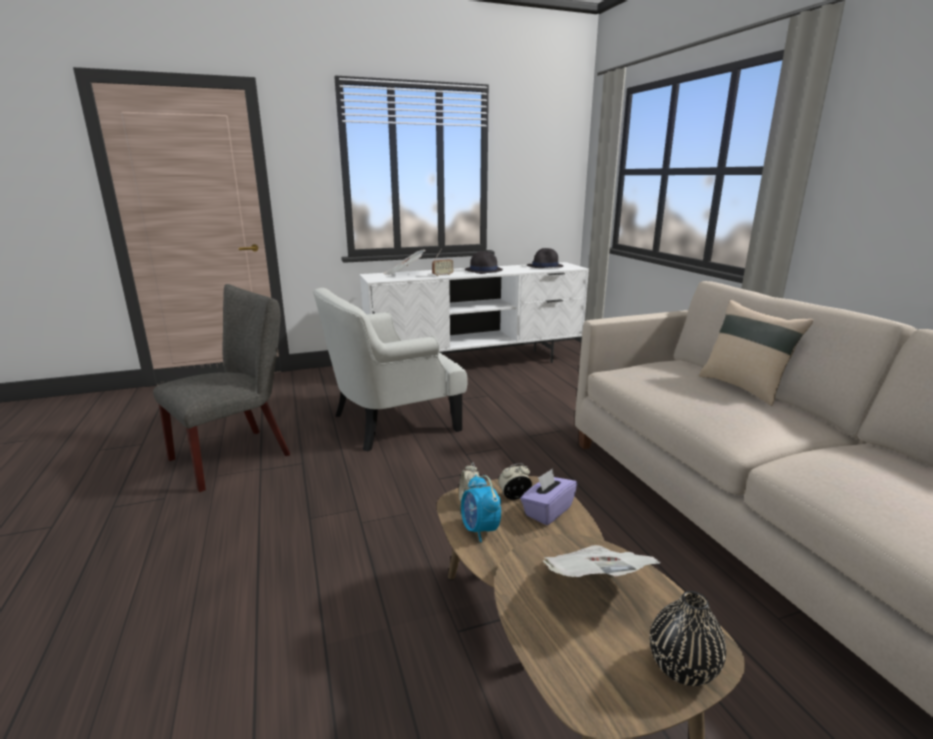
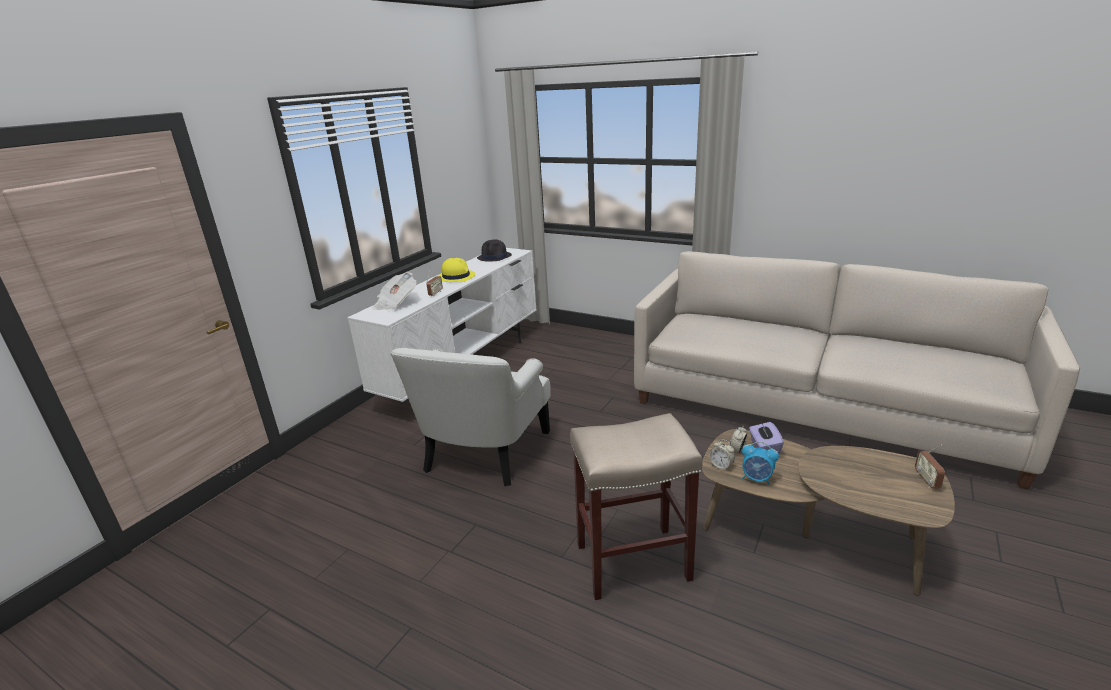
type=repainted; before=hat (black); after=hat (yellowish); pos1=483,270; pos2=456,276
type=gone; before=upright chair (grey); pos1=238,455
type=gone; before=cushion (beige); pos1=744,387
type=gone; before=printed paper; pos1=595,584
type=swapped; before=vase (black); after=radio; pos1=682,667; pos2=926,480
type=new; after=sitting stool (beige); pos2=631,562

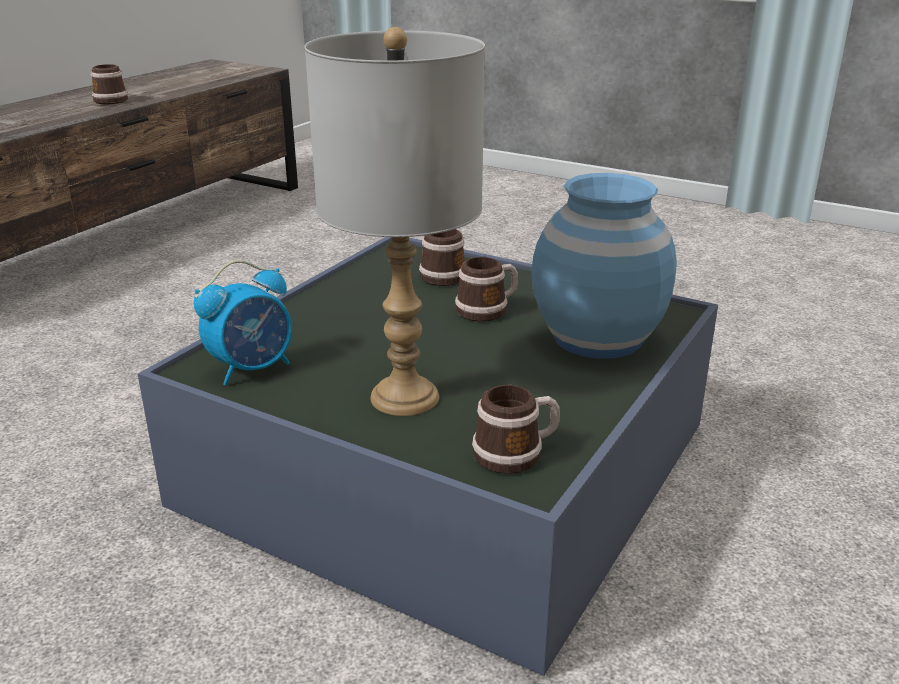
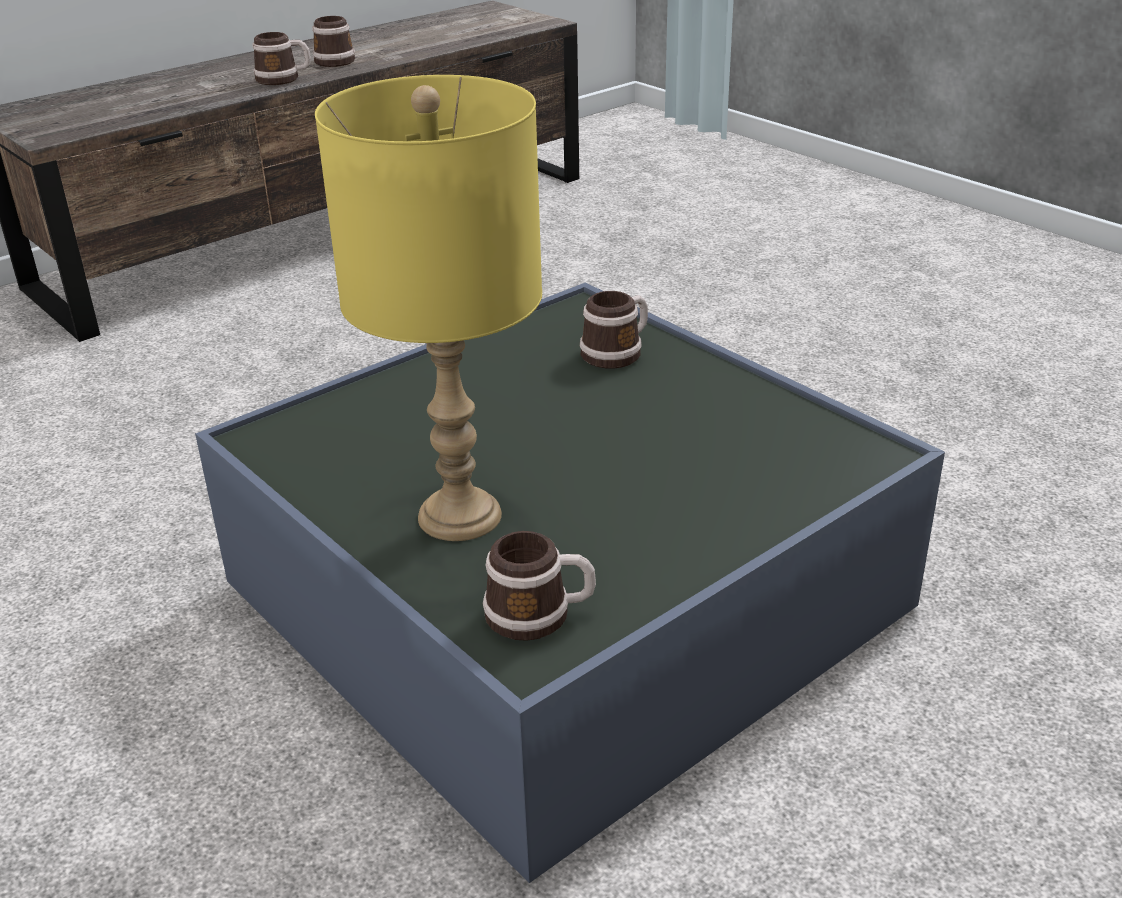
type=repainted; before=lamp for a table (grey); after=lamp for a table (yellowish); pos1=405,398; pos2=460,516
type=gone; before=vase (blue-coloured); pos1=598,338
type=shifted; before=tea mug; pos1=488,309; pos2=284,79
type=gone; before=alarm clock; pos1=253,368

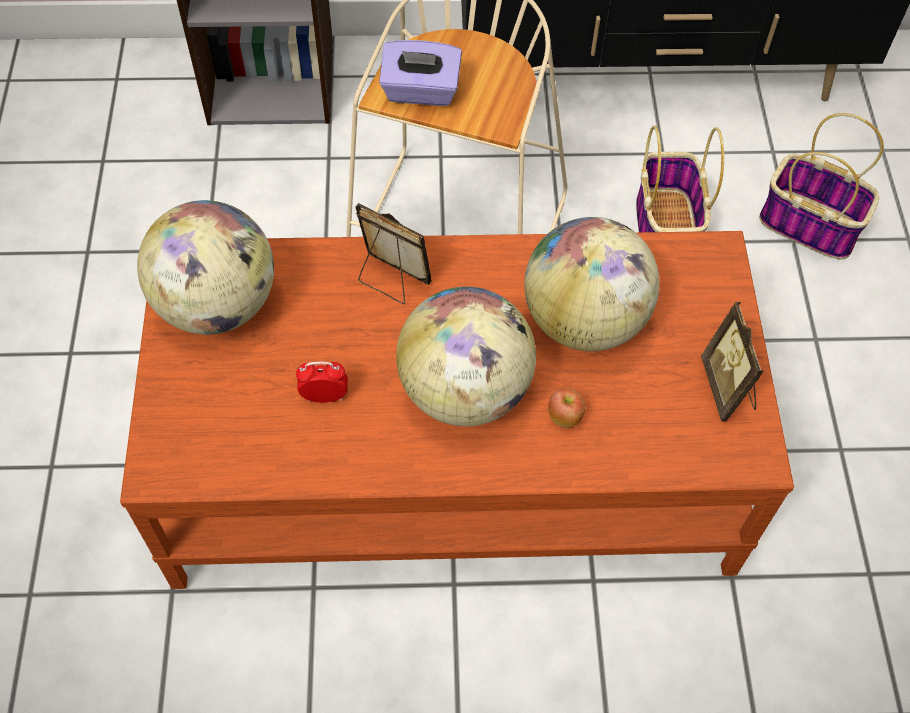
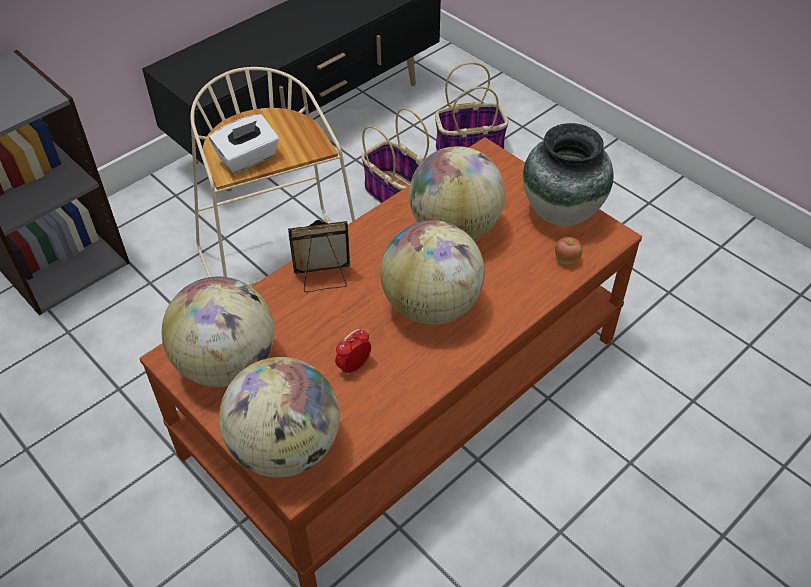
type=repainted; before=tissue box (purplish); after=tissue box (whitish); pos1=420,92; pos2=248,158
type=swapped; before=photo frame; after=vase; pos1=728,388; pos2=562,212
type=shifted; before=whole apple; pos1=564,416; pos2=566,259
type=new; after=world globe; pos2=286,448

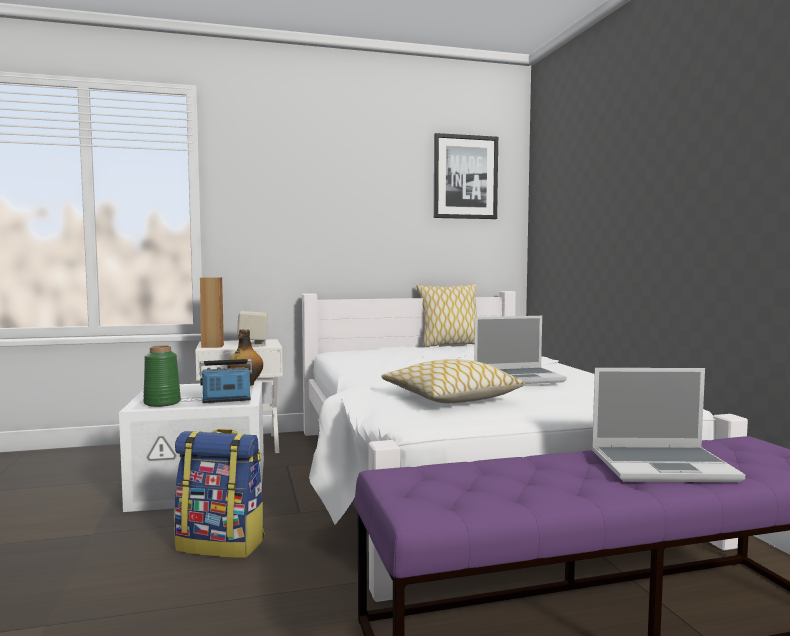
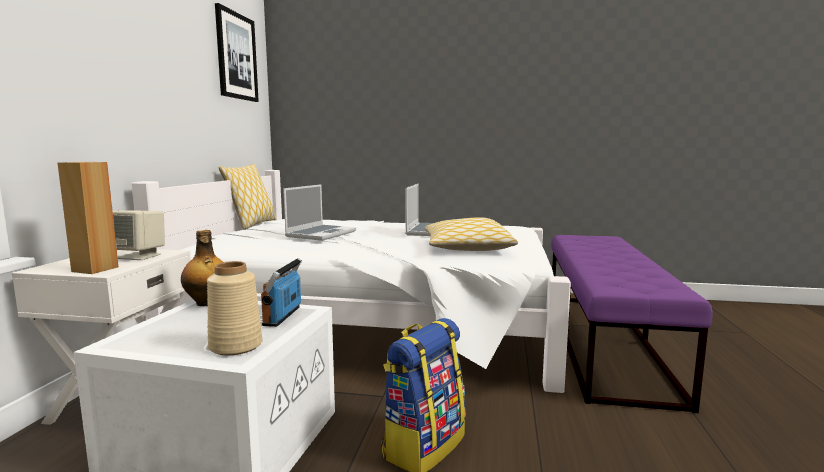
type=repainted; before=vase (green); after=vase (beige); pos1=162,403; pos2=235,346
type=shifted; before=portable computer; pos1=663,466; pos2=321,234

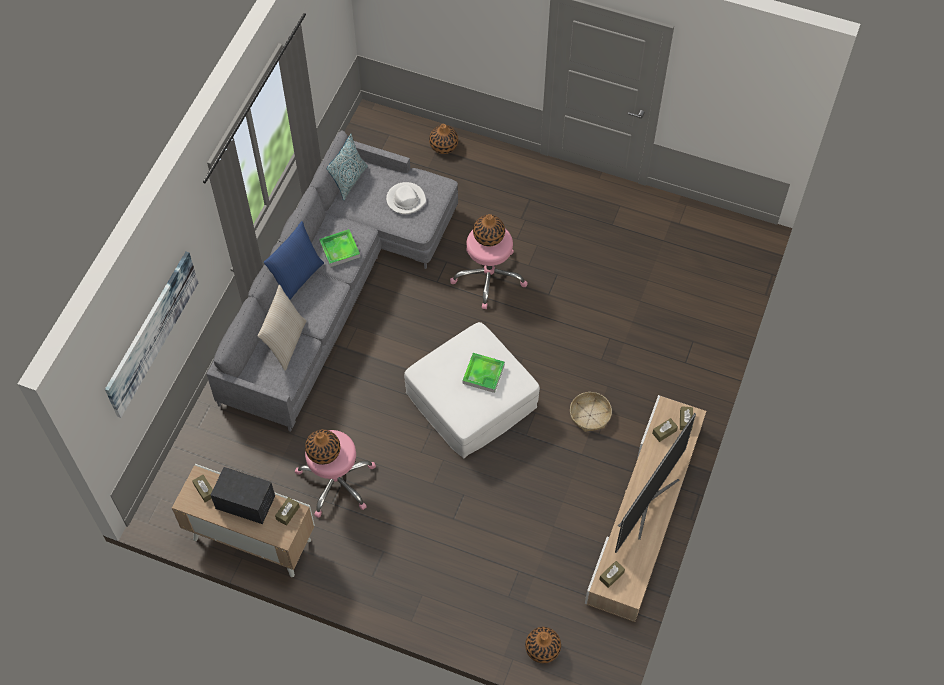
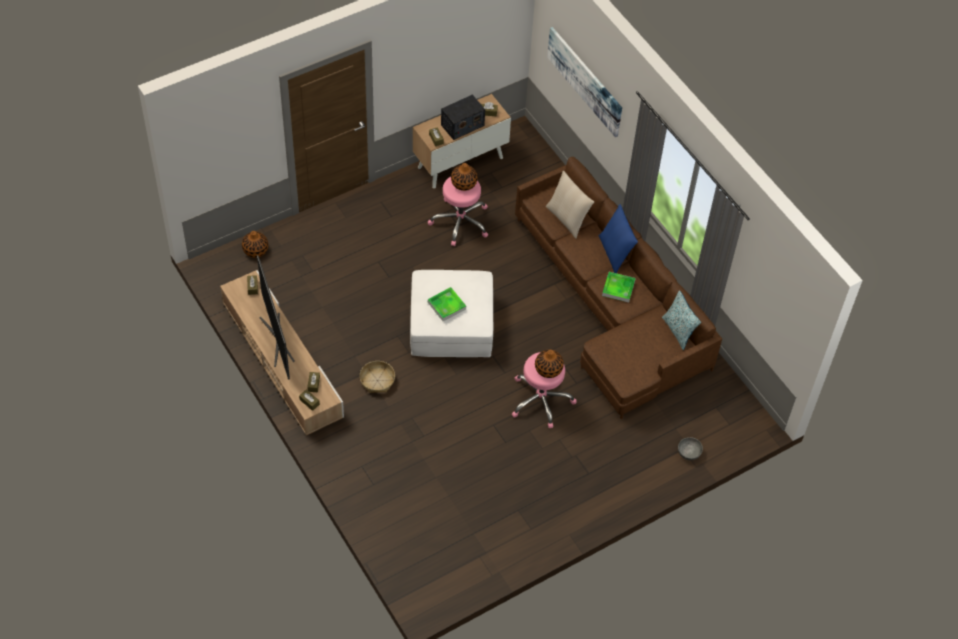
type=swapped; before=vase; after=bowl (grey); pos1=444,145; pos2=689,452
type=repainted; before=couch (grey); after=couch (brown); pos1=334,287; pos2=611,306
type=gone; before=hat (whitish); pos1=406,199

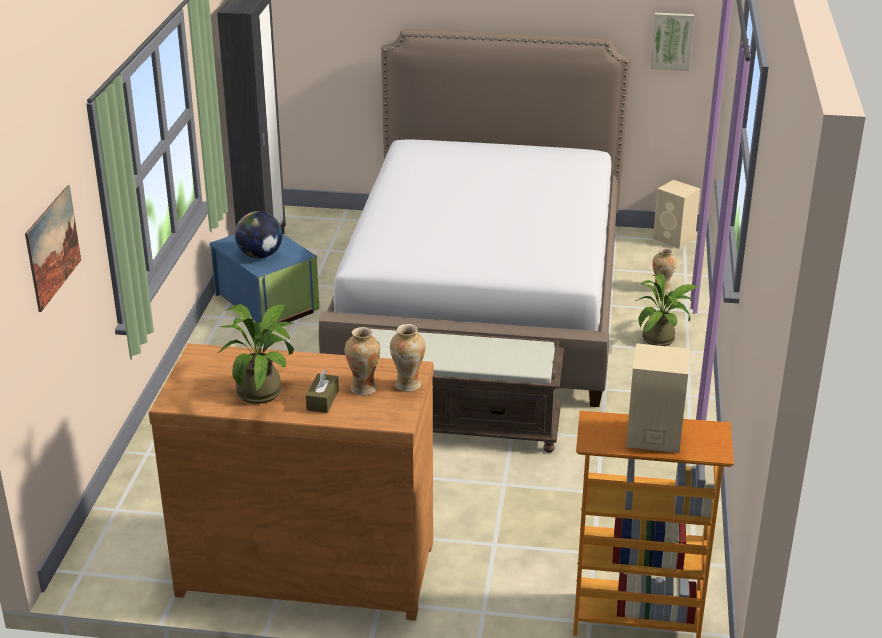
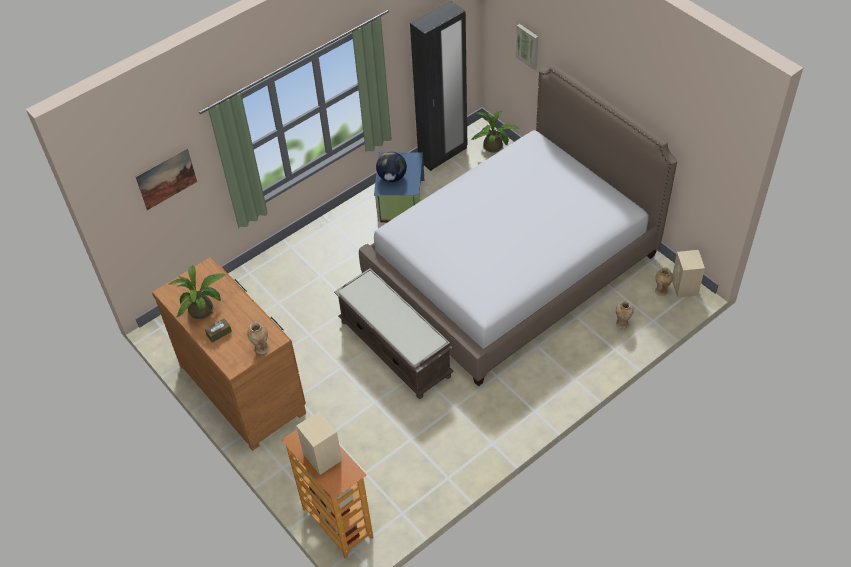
type=shifted; before=picture; pos1=672,41; pos2=528,46
type=shifted; before=potted plant; pos1=662,339; pos2=495,147
type=shifted; before=vase; pos1=364,388; pos2=661,291

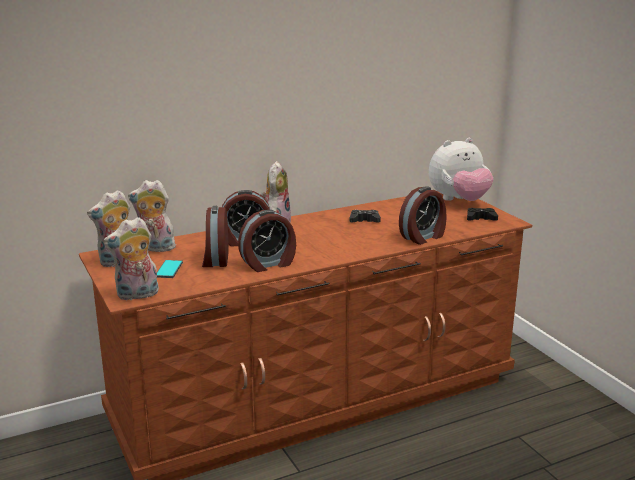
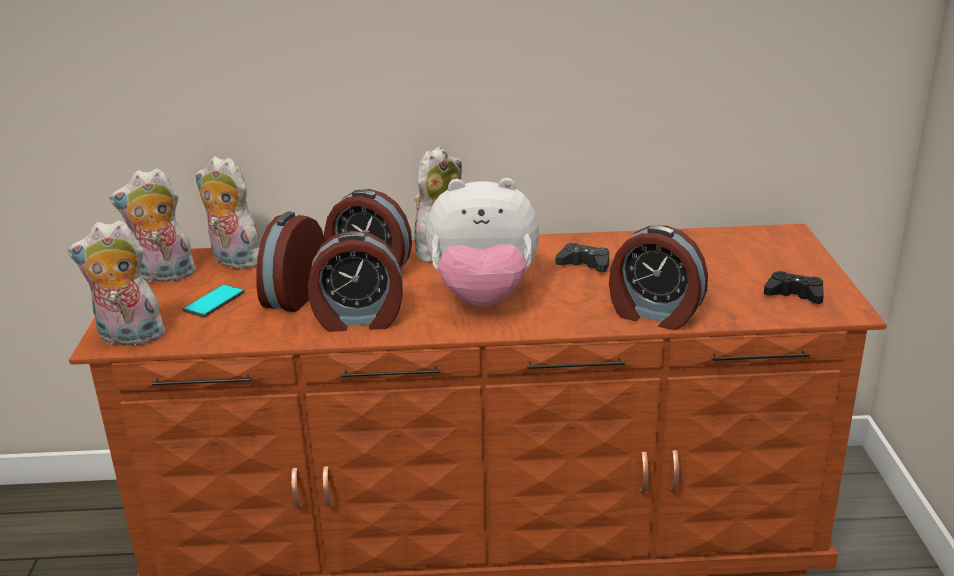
type=shifted; before=soft toy; pos1=458,200; pos2=483,297
type=rotated; before=alarm clock; pos1=423,237; pos2=654,315; turn=45

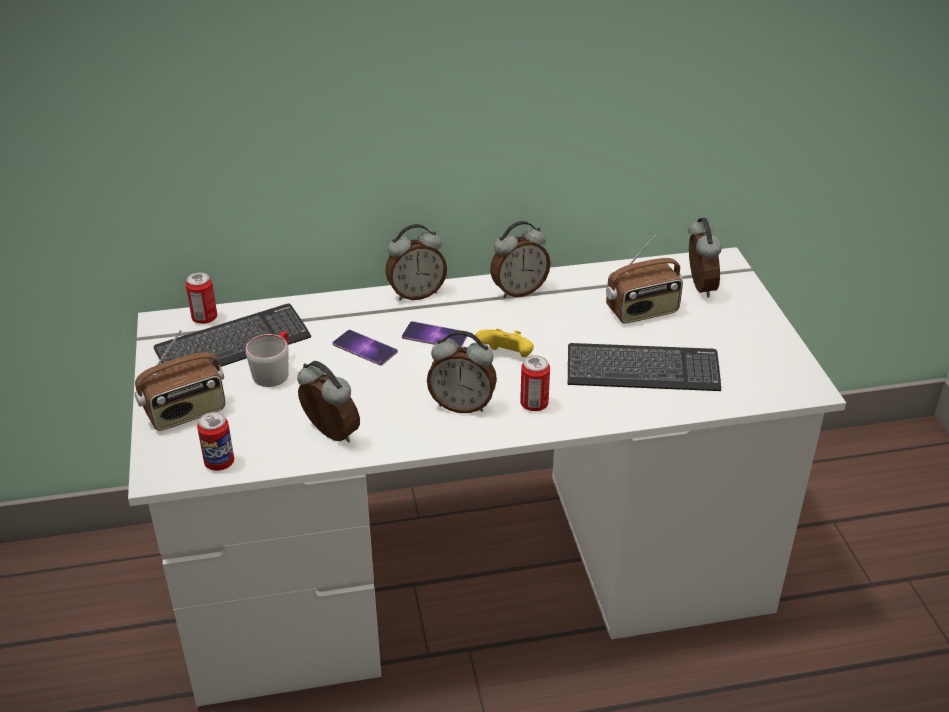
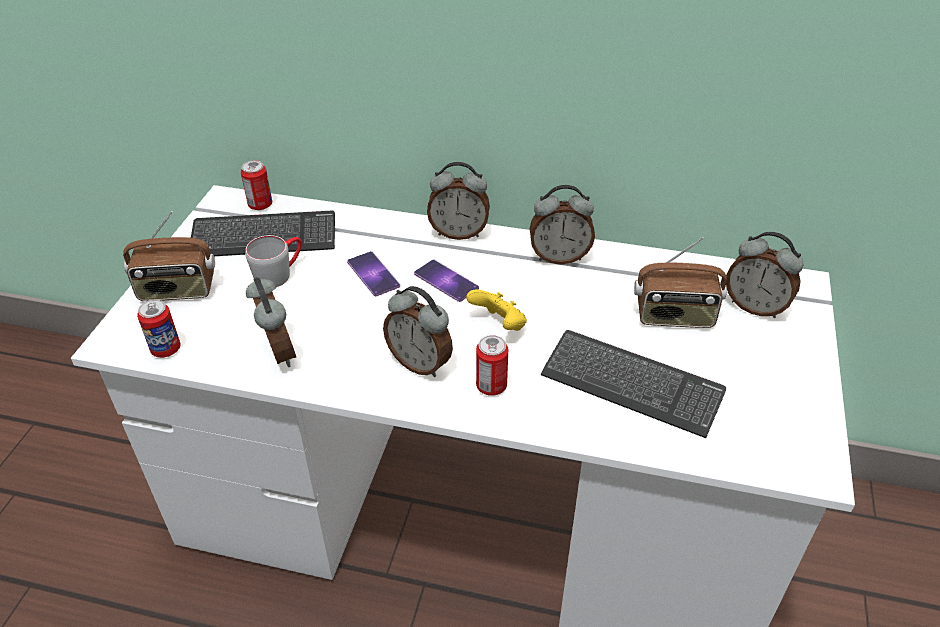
type=rotated; before=alarm clock; pos1=698,287; pos2=755,306; turn=105

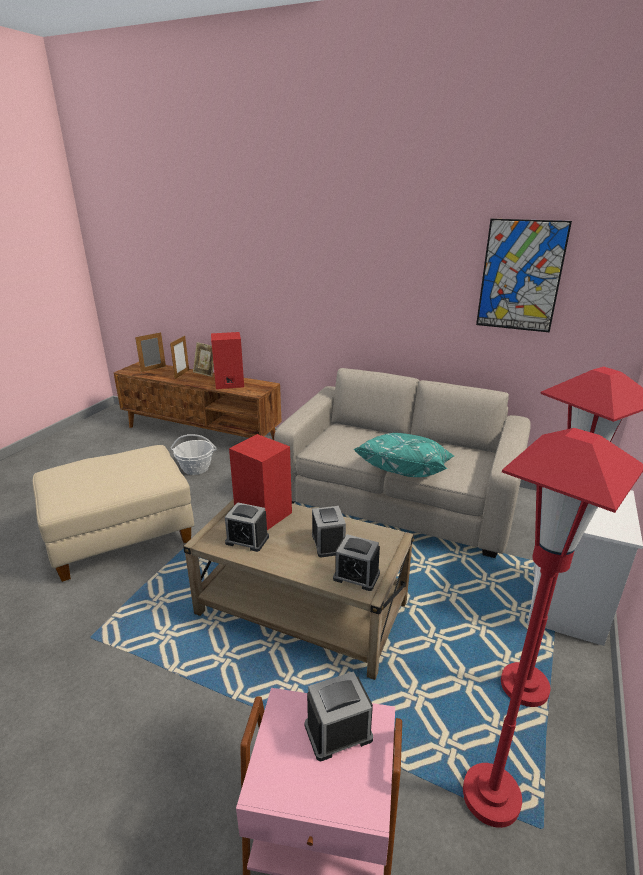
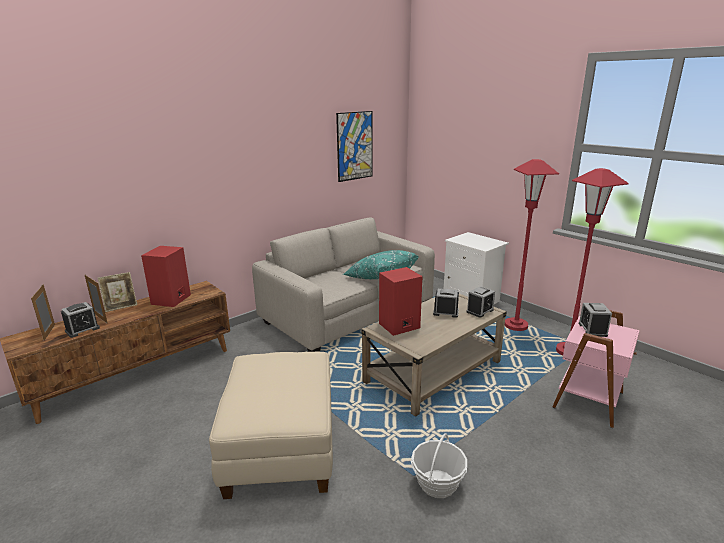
type=shifted; before=household basket; pos1=195,468; pos2=437,483
type=shifted; before=alarm clock; pos1=247,540; pos2=82,329

